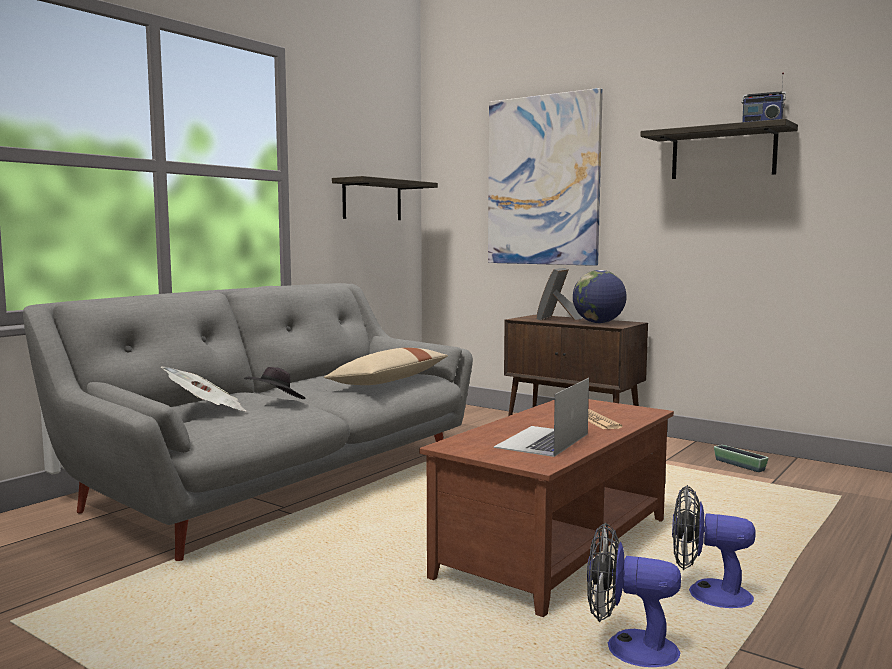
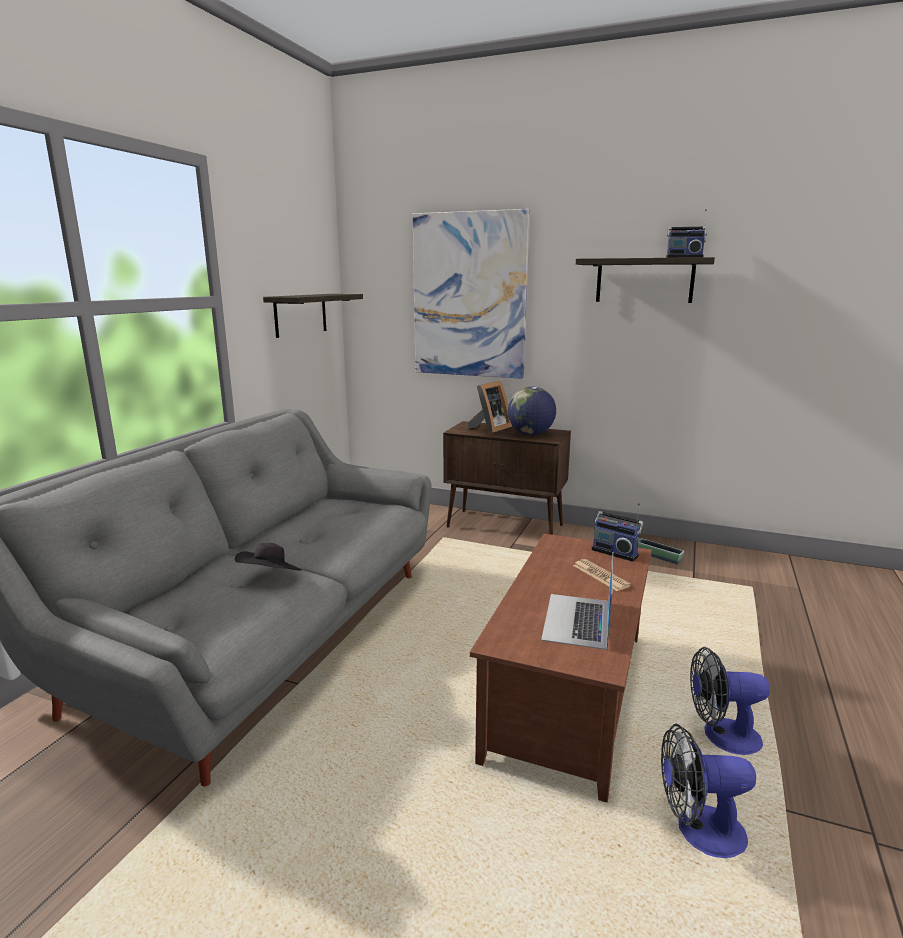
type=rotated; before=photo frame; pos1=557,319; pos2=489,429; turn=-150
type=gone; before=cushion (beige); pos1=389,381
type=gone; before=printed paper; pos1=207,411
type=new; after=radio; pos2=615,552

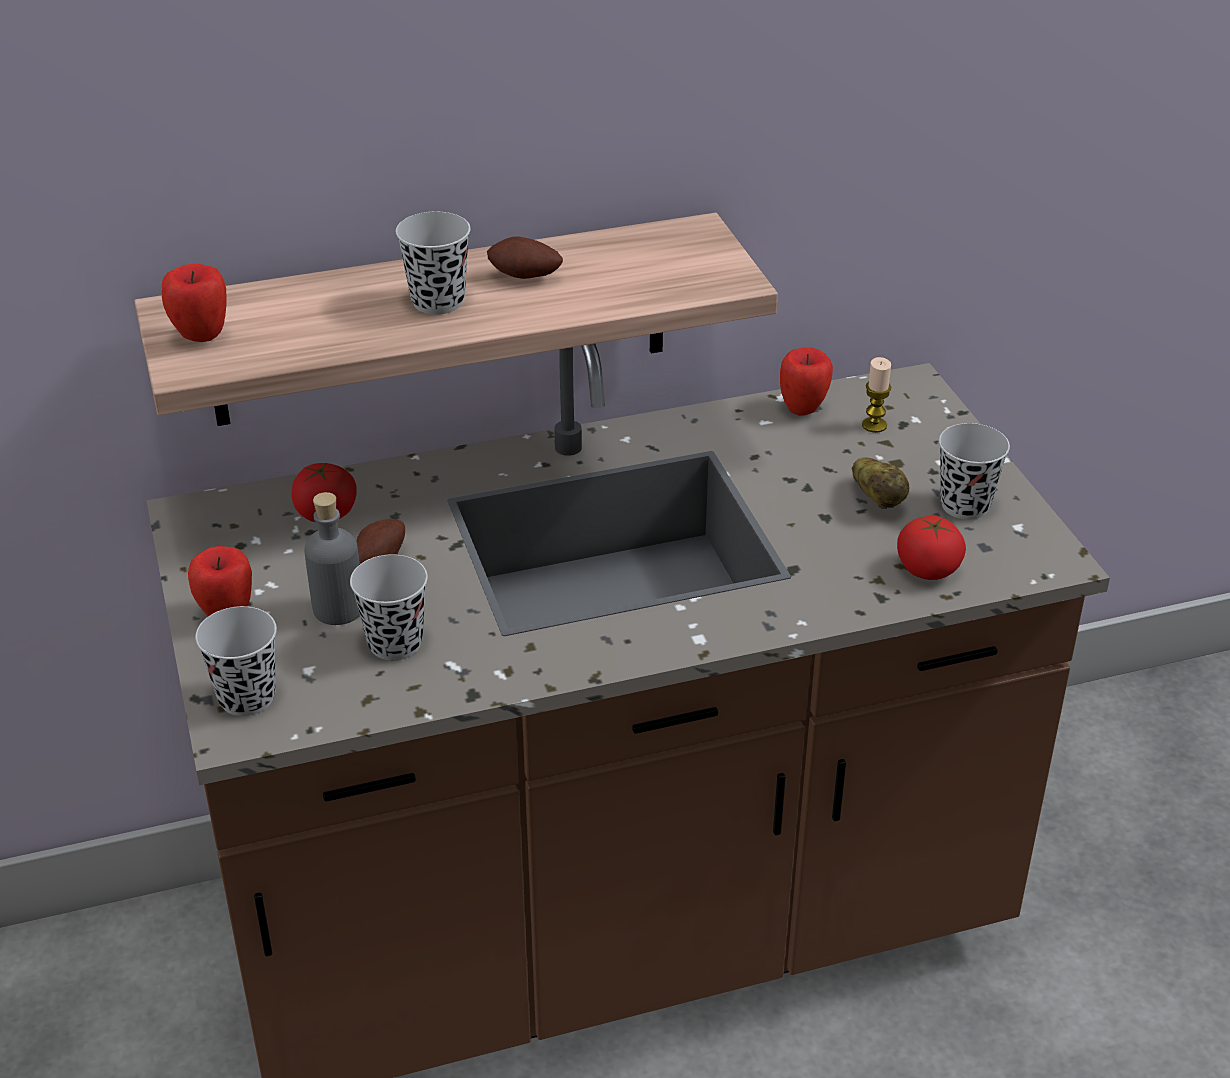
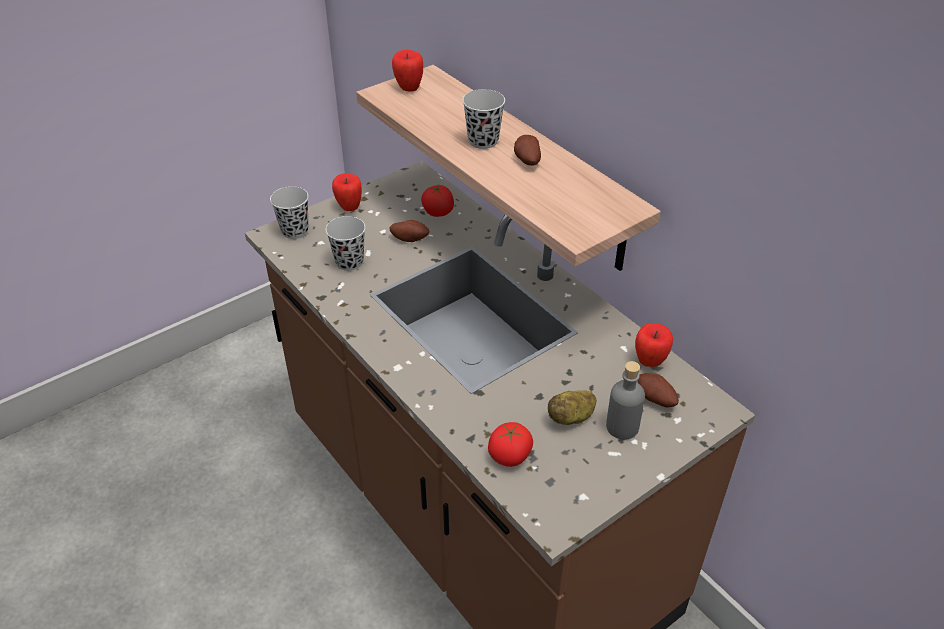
type=swapped; before=wax candle; after=whole potato; pos1=874,425; pos2=655,400
type=gone; before=cup (black); pos1=965,505
type=shifted; before=bottle (grey); pos1=338,609; pos2=622,427

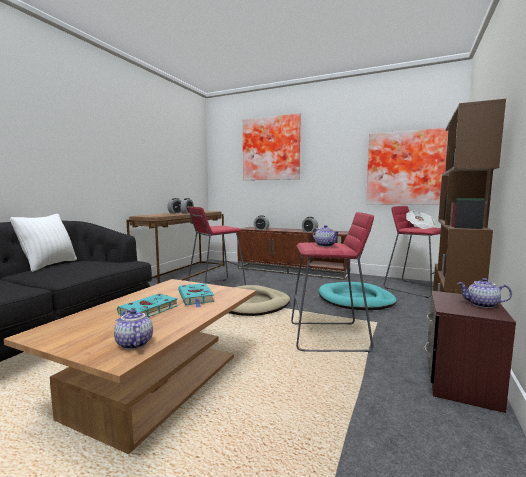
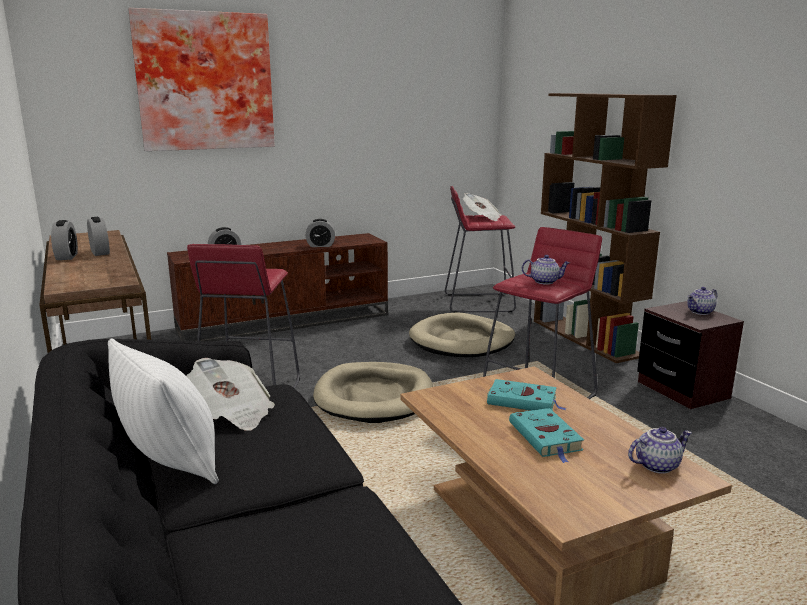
type=gone; before=picture; pos1=405,168
type=repainted; before=dog cushion (turquoise); after=dog cushion (beige); pos1=356,300; pos2=462,341
type=rotated; before=teapot; pos1=133,344; pos2=656,465; turn=150
type=new; after=printed paper; pos2=232,414

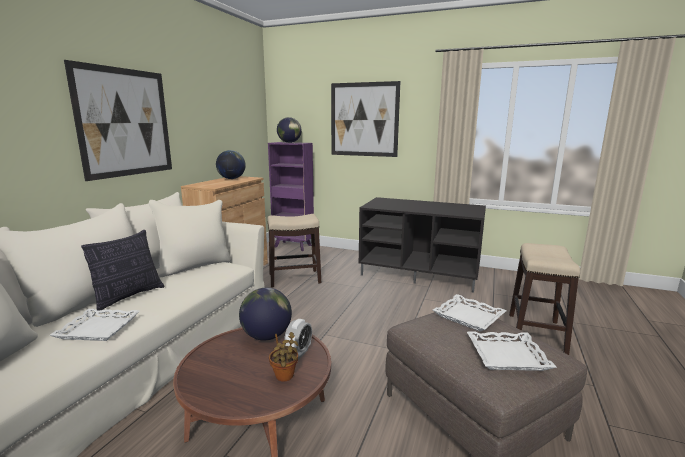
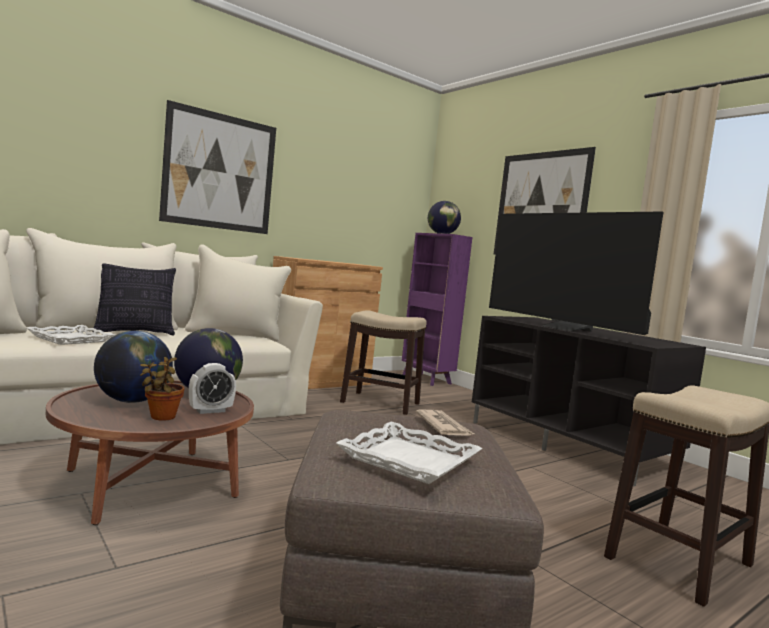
type=shifted; before=world globe; pos1=231,178; pos2=132,401
type=swapped; before=serving tray (whitish); after=printed paper; pos1=468,317; pos2=443,426
type=new; after=television; pos2=563,328

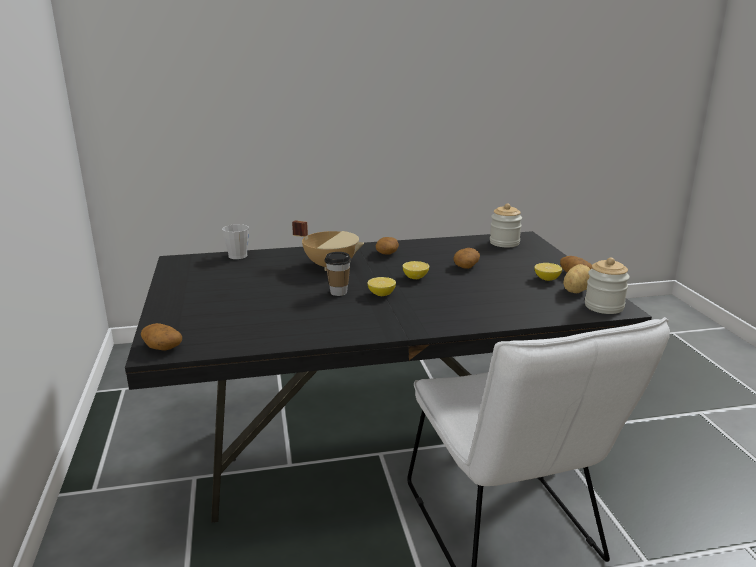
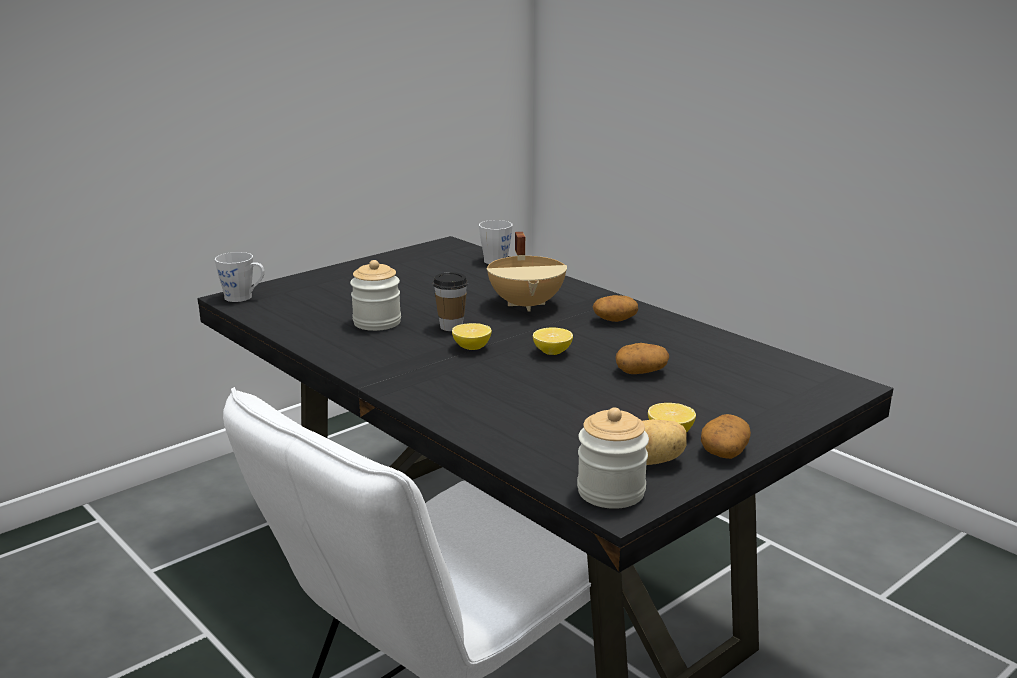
type=shifted; before=preserve jar; pos1=504,243; pos2=377,322
type=swapped; before=whole potato; after=tea mug (grey); pos1=162,347; pos2=243,297

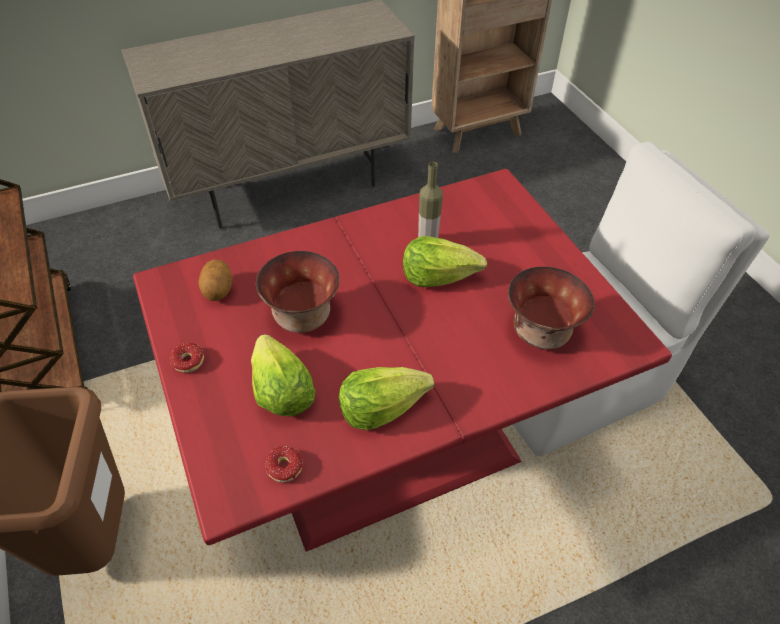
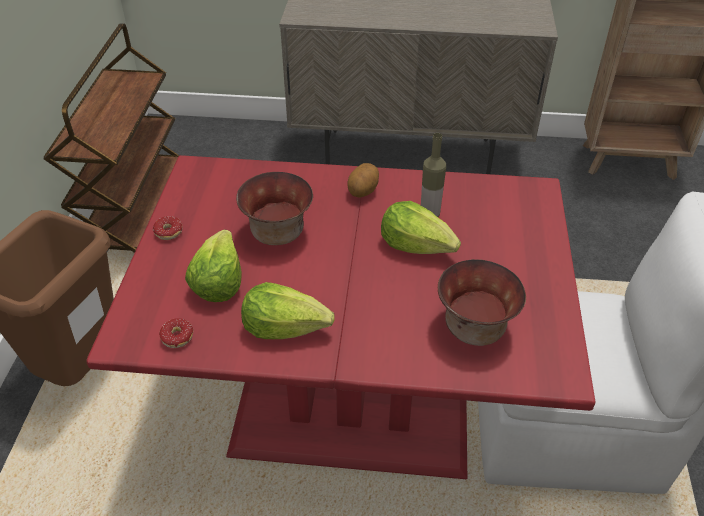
type=shifted; before=whole potato; pos1=219,291; pos2=363,191

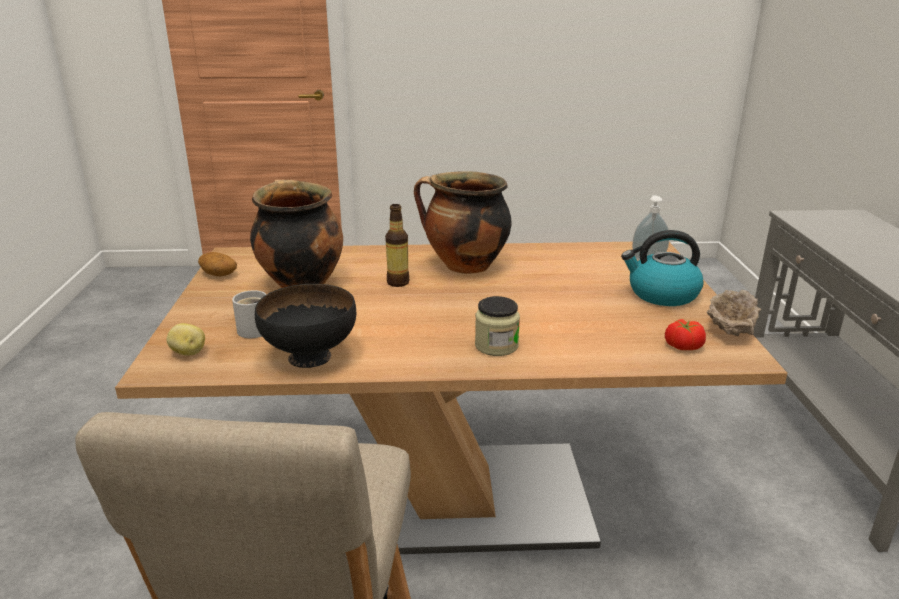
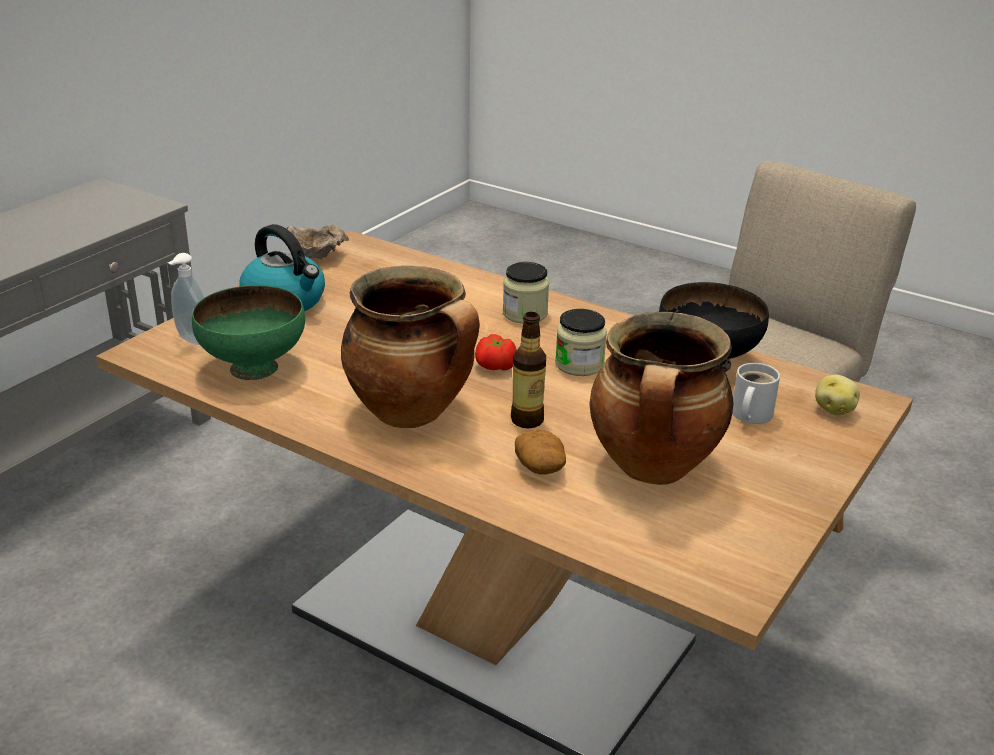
type=shifted; before=whole potato; pos1=218,274; pos2=540,467
type=shifted; before=tomato; pos1=683,346; pos2=495,366
type=new; after=bowl (green); pos2=254,367
type=new; after=preserve jar; pos2=579,364

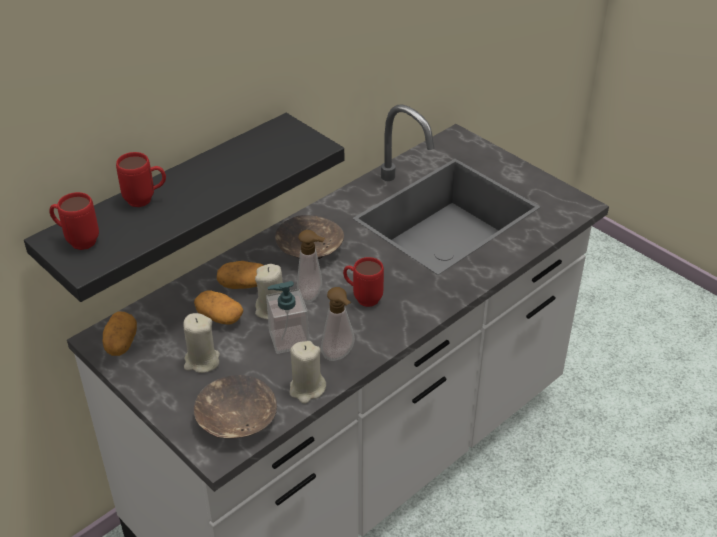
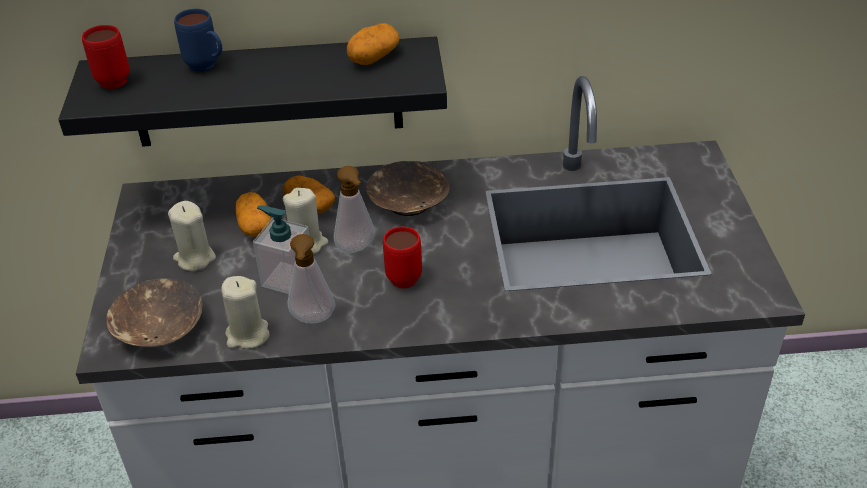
type=repainted; before=tea mug (red); after=tea mug (blue-coloured); pos1=146,200; pos2=207,67
type=shifted; before=whole potato; pos1=121,343; pos2=373,58

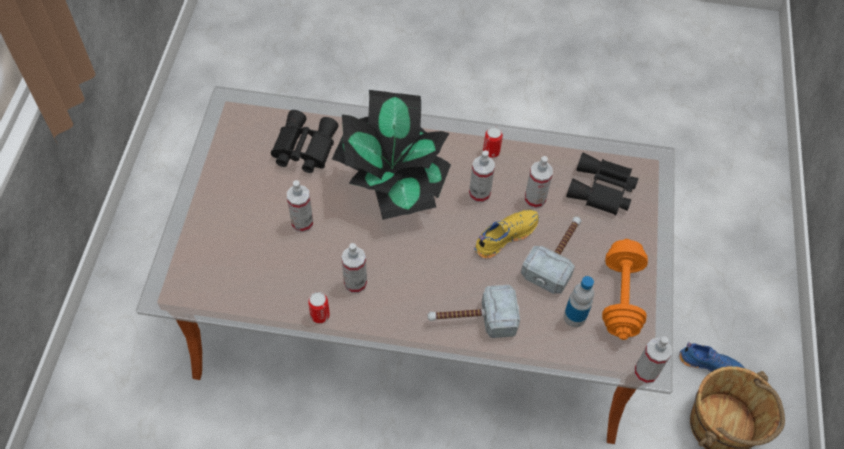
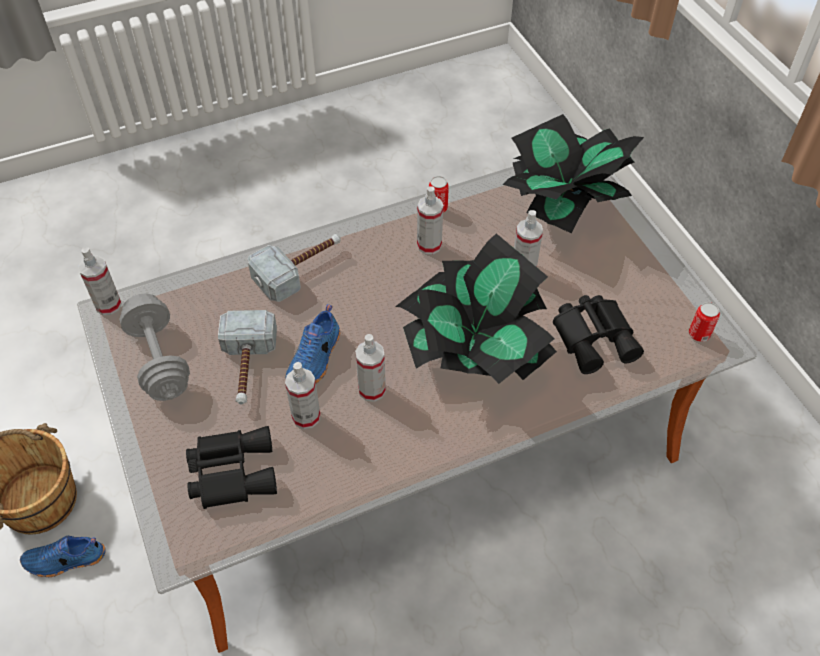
type=shifted; before=sealed can; pos1=491,151; pos2=699,334
type=repainted; before=item of footwear (yellowish); after=item of footwear (blue-coloured); pos1=504,236; pos2=316,359
type=repainted; before=hand weight (orange); after=hand weight (grey); pos1=621,297; pos2=159,360
type=gone; before=bottle; pos1=574,317
type=new; after=potted plant; pos2=562,206

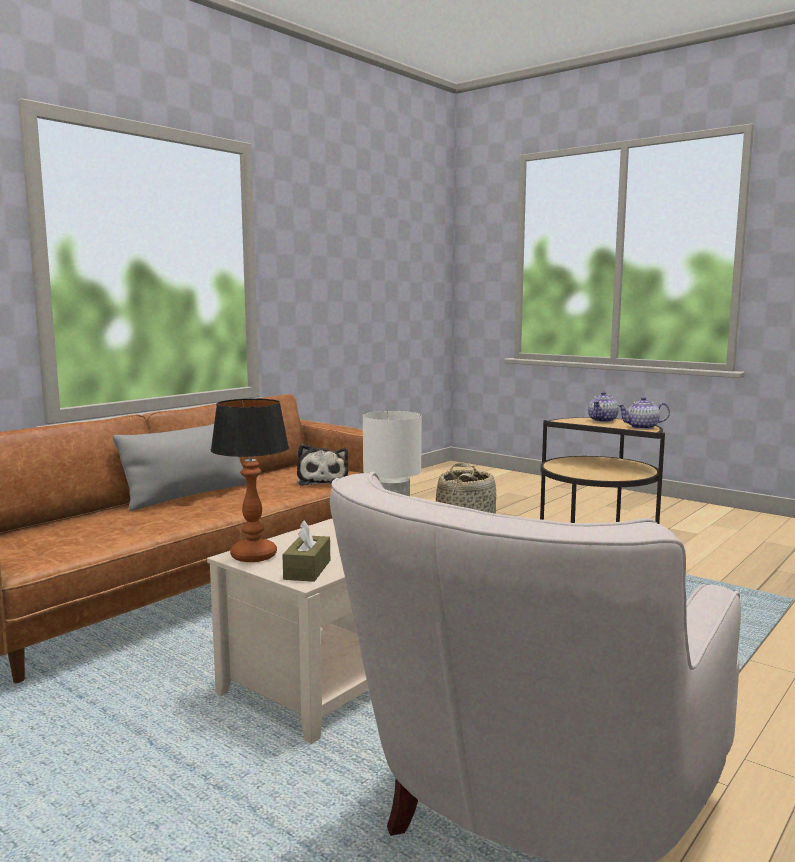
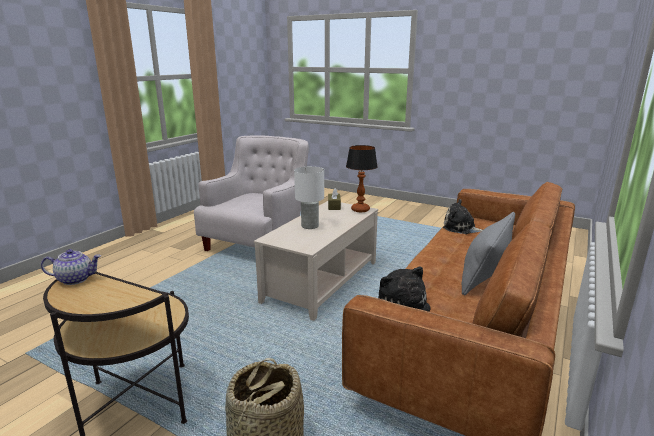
type=gone; before=teapot; pos1=603,420
type=new; after=soft toy; pos2=461,228

